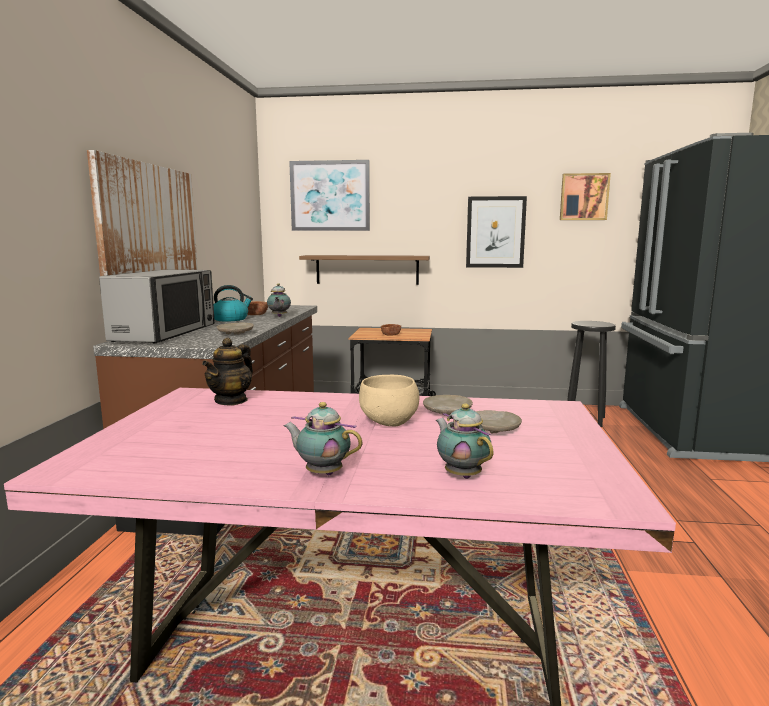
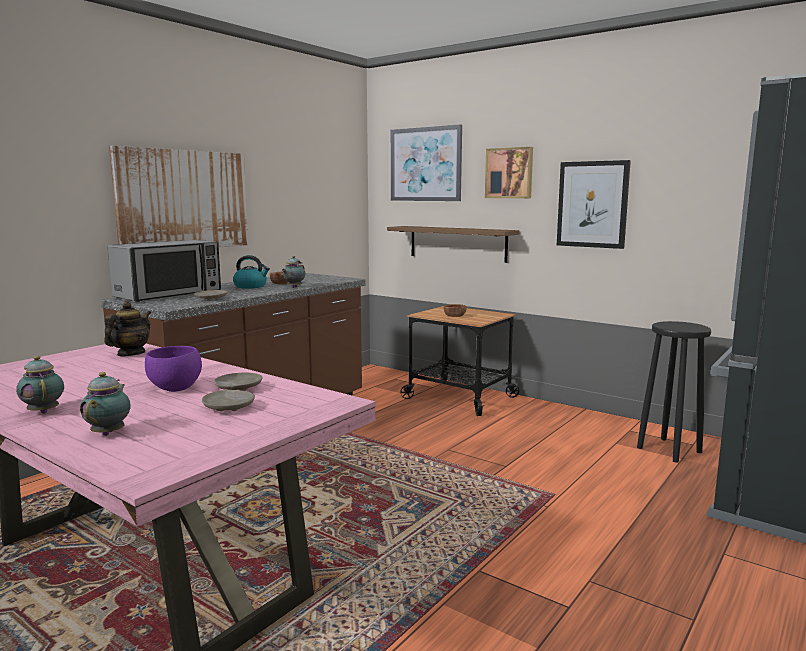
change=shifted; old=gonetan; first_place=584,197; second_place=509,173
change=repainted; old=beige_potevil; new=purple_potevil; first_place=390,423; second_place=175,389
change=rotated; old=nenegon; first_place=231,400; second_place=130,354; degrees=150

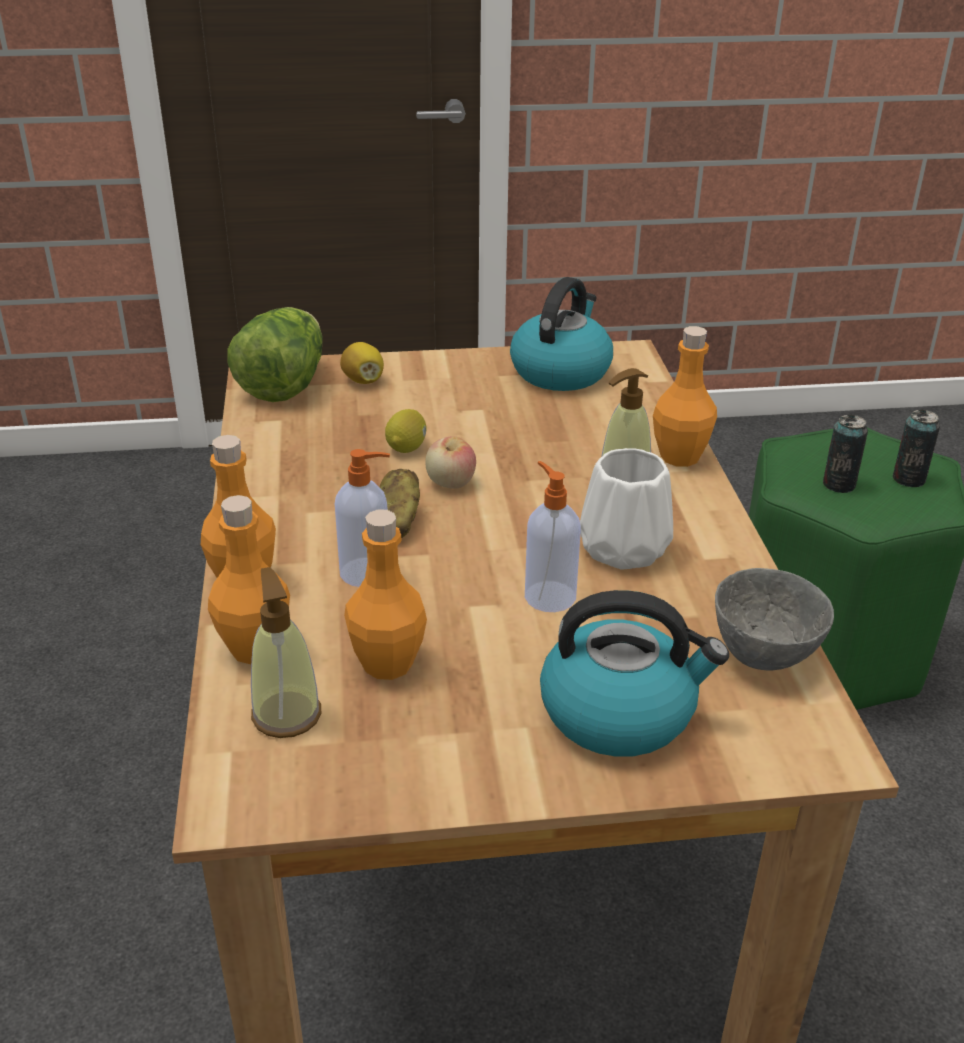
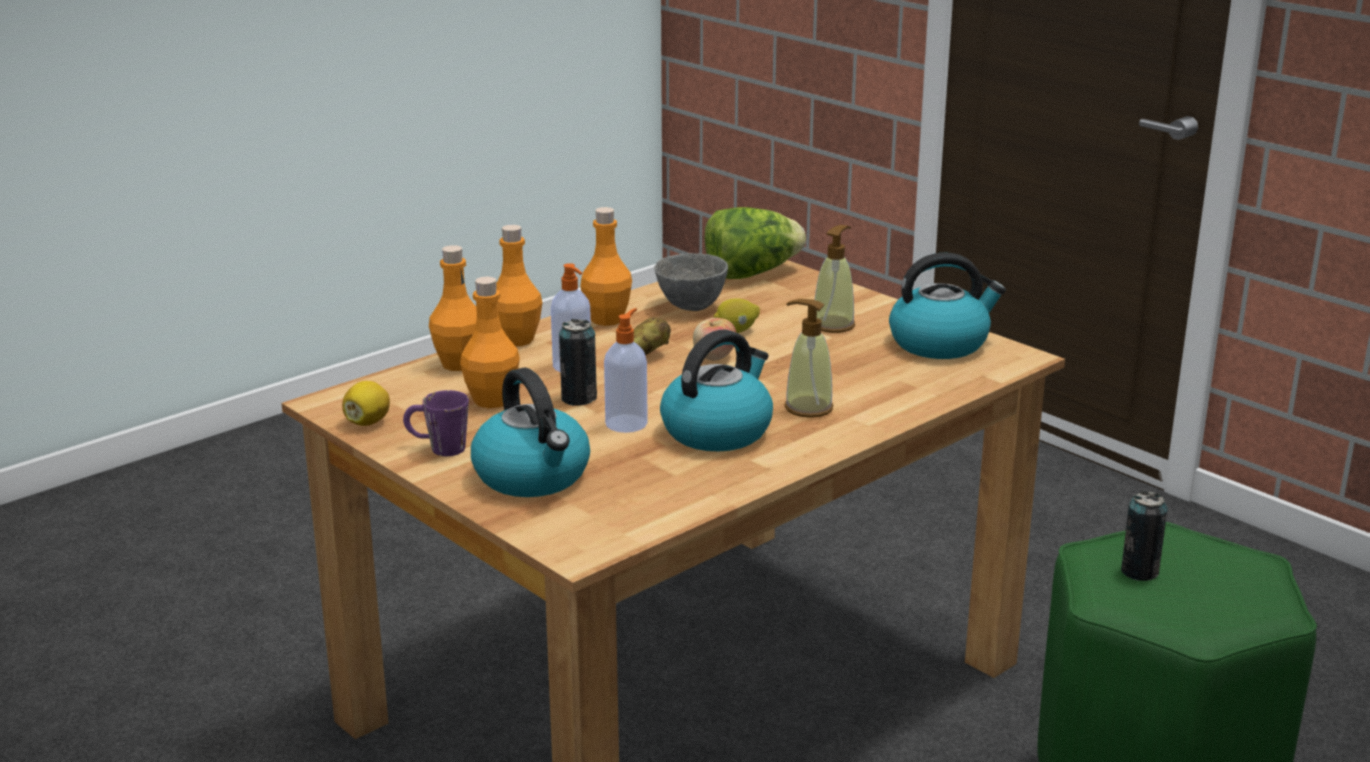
change=new; new=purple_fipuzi; second_place=437,448
change=shifted; old=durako; first_place=286,714; second_place=833,325
change=shifted; old=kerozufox; first_place=363,380; second_place=367,422
change=shifted; old=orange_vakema; first_place=680,456; second_place=607,319
change=shifted; old=grey_potevil; first_place=765,656; second_place=692,307
change=shifted; old=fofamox; first_place=908,479; second_place=579,398
change=swapped; old=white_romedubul; new=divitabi; first_place=622,550; second_place=717,431

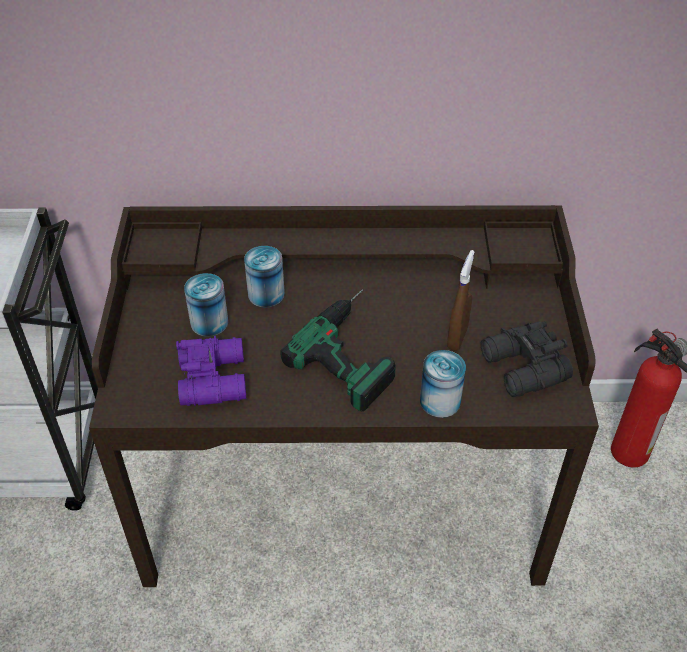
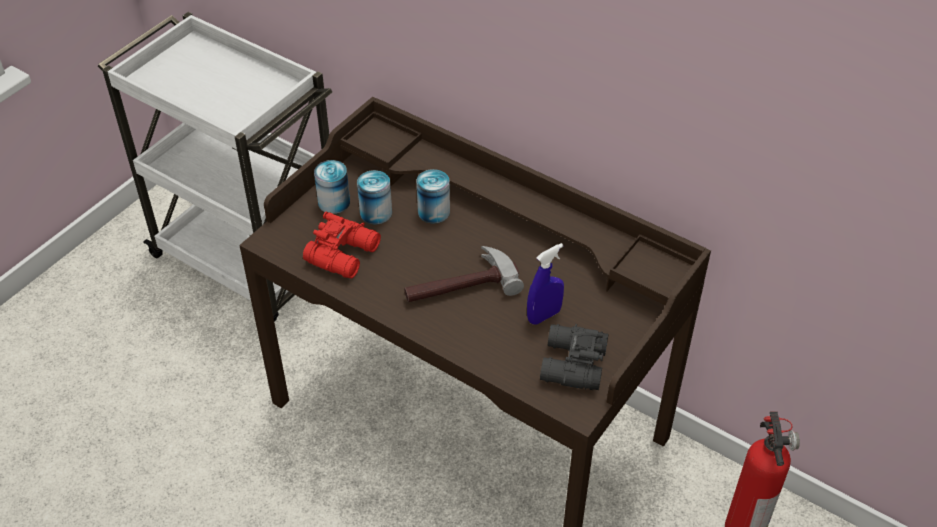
change=shifted; old=fofamox; first_place=440,401; second_place=334,202
change=swapped; old=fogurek; new=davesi; first_place=356,349; second_place=460,285
change=repainted; old=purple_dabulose; new=red_dabulose; first_place=215,378; second_place=345,254
change=repainted; old=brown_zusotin; new=blue_zusotin; first_place=457,338; second_place=544,316

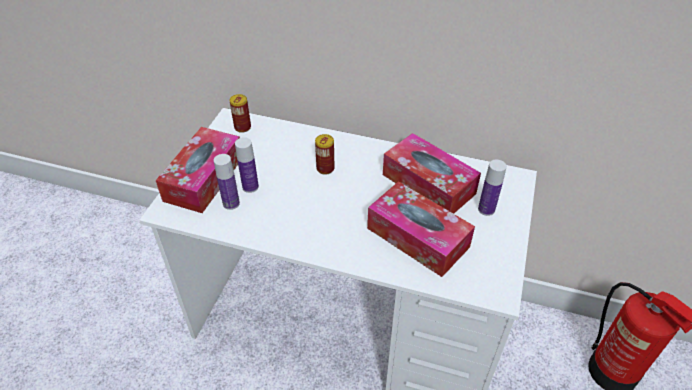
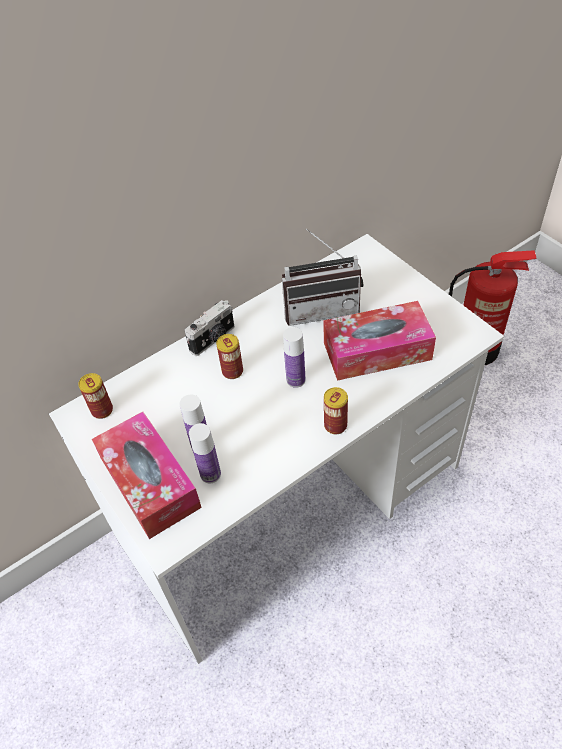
change=new; new=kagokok; second_place=213,339
change=new; new=fofamox; second_place=335,425
change=shifted; old=vakema; first_place=486,209; second_place=296,380
change=swapped; old=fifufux; new=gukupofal; first_place=428,184; second_place=321,308

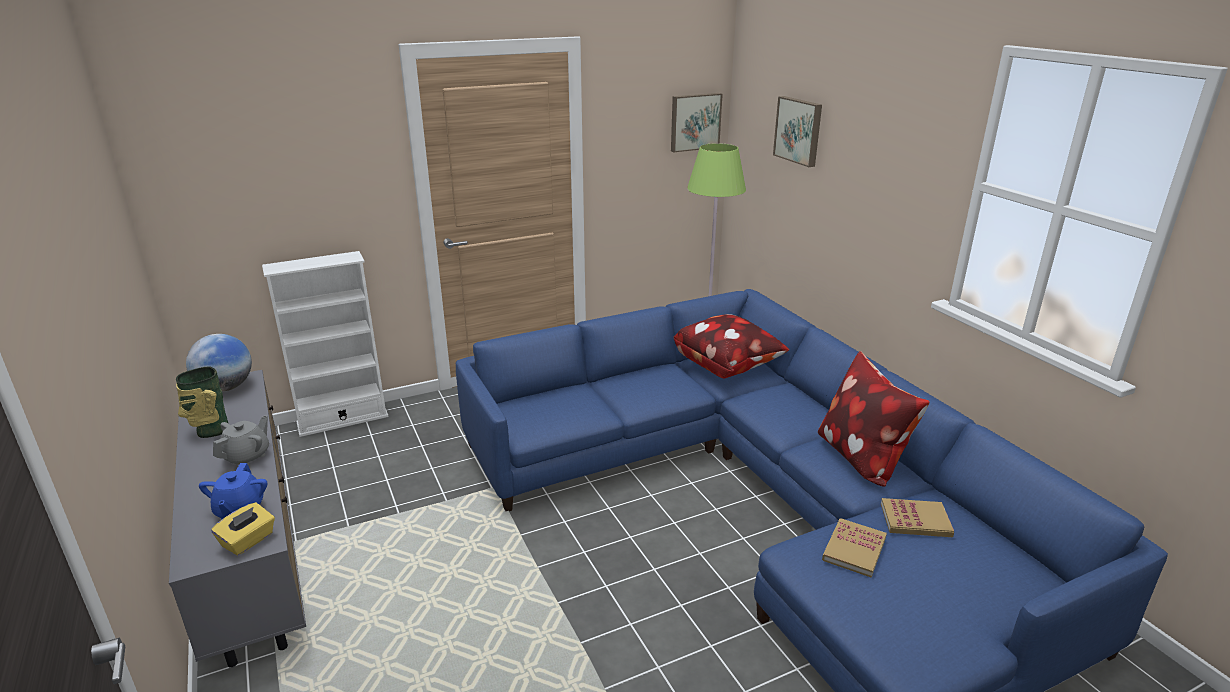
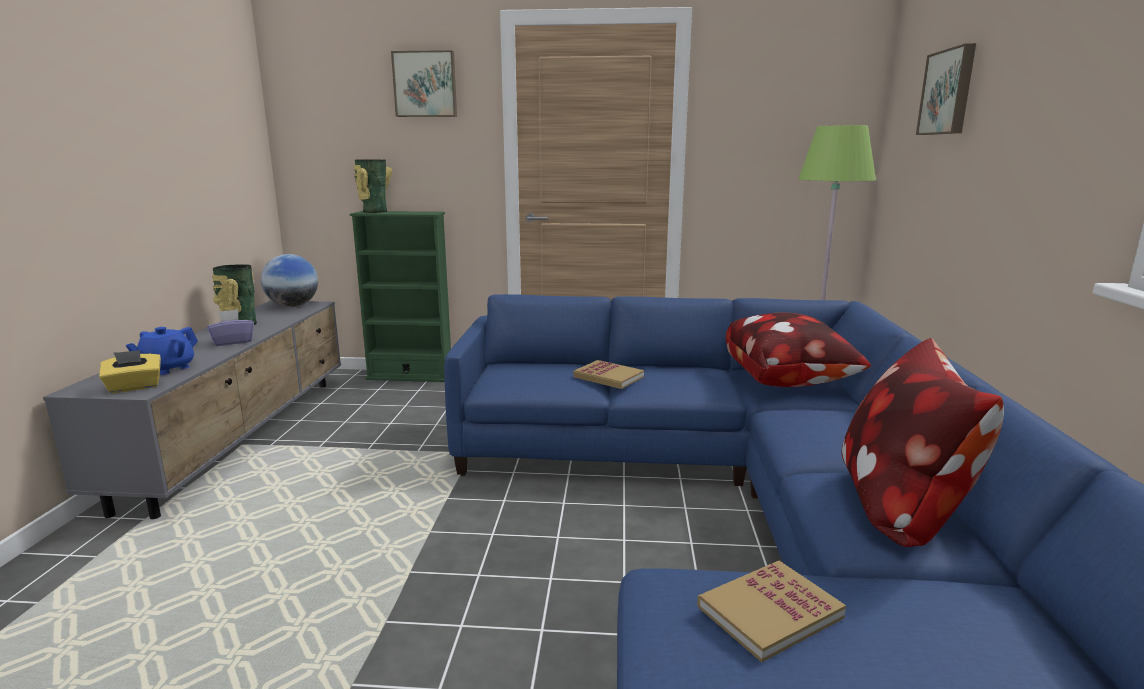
change=new; new=romedubul; second_place=373,211
change=shifted; old=gonetan; first_place=694,122; second_place=425,84
change=shifted; old=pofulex; first_place=915,520; second_place=608,377
change=swapped; old=grey_nenegon; new=purple_fifufux; first_place=247,456; second_place=233,342
change=repainted; old=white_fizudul; new=green_fizudul; first_place=342,419; second_place=410,376

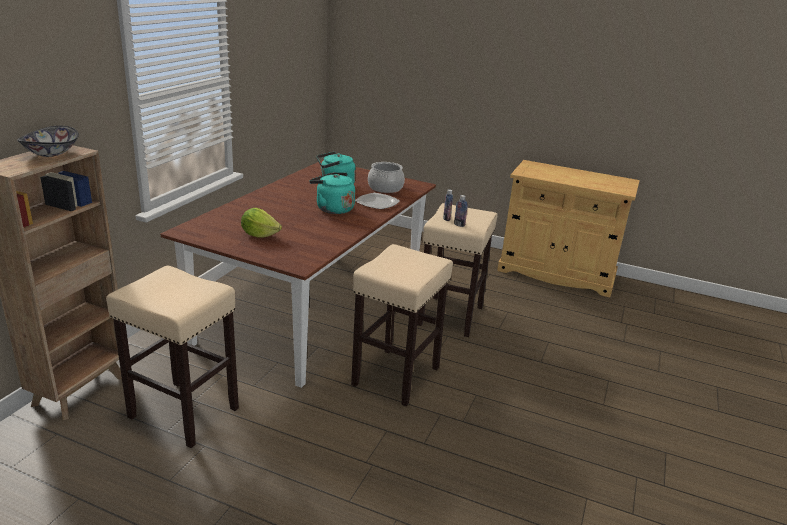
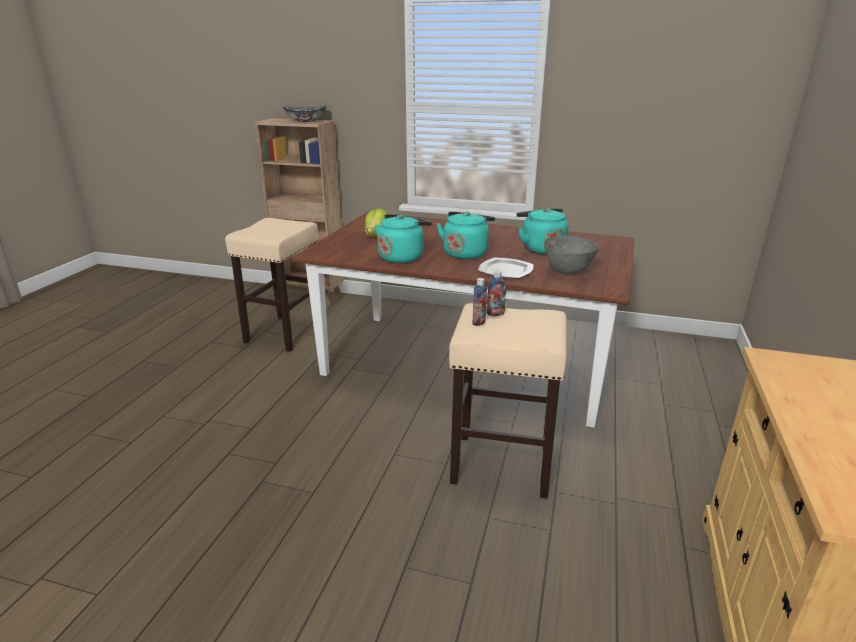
change=gone; old=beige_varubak; first_place=395,377
change=new; new=turquoise_divitabi; second_place=402,257
change=swapped; old=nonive; new=grey_potevil; first_place=385,188; second_place=567,271

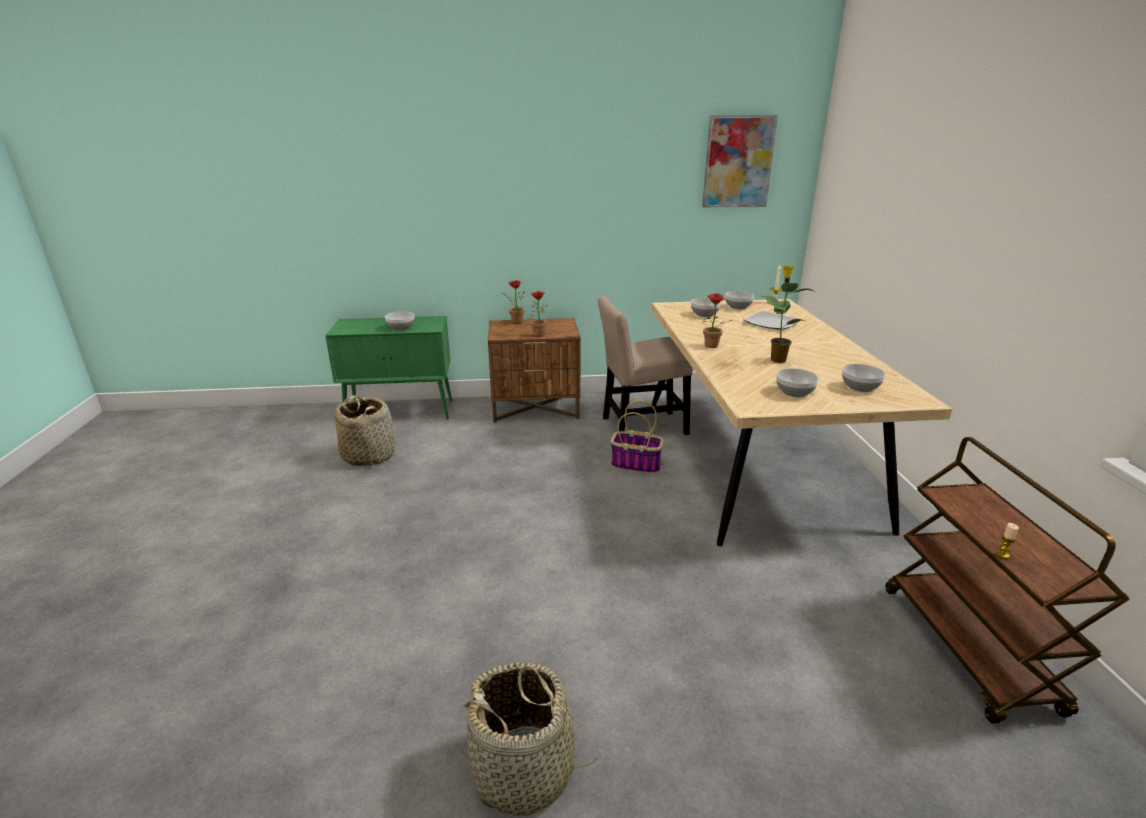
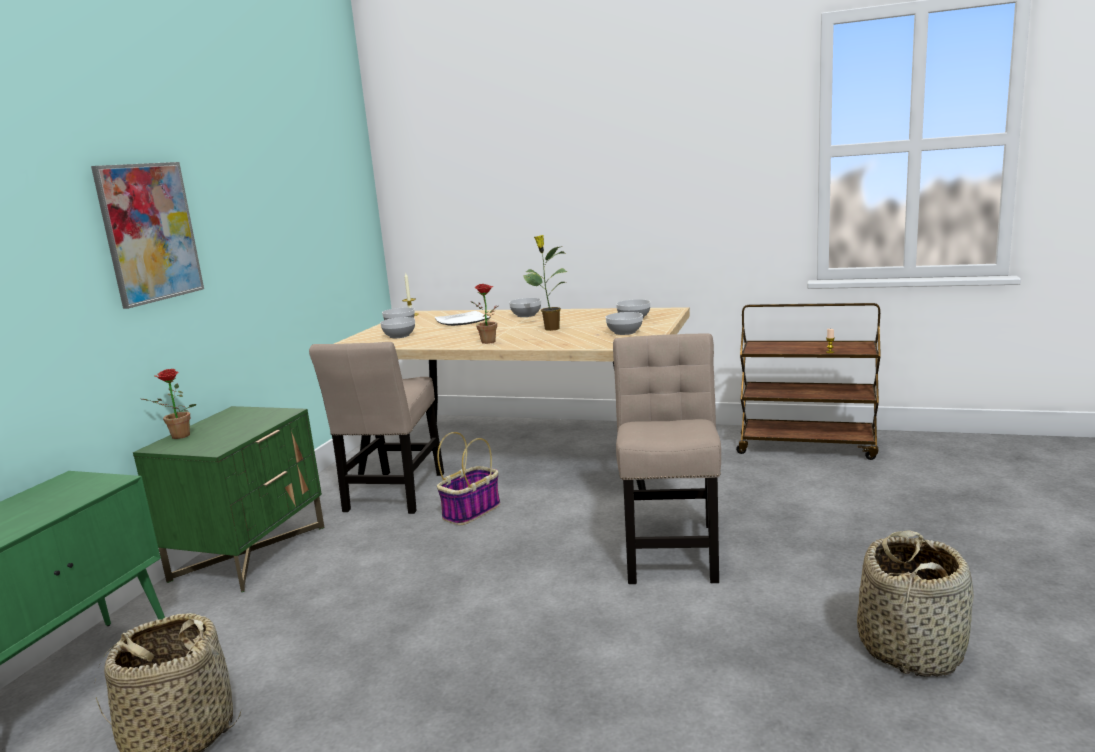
change=gone; old=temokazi; first_place=537,334
change=new; new=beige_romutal; second_place=671,548
change=shifted; old=potevil; first_place=401,328; second_place=525,315
change=shifted; old=gonetan; first_place=738,162; second_place=149,232
change=repainted; old=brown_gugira; new=green_gugira; first_place=536,408; second_place=250,552

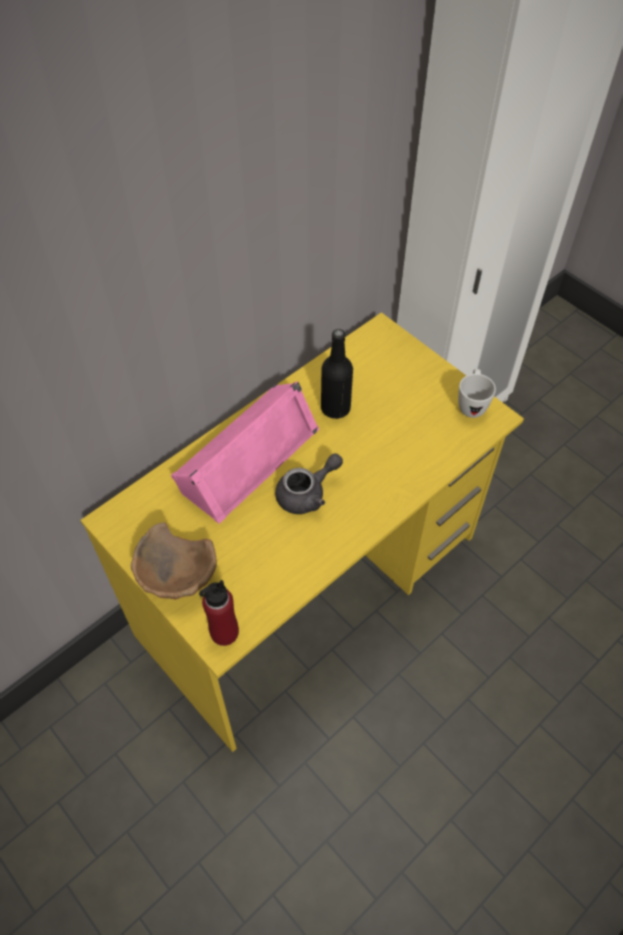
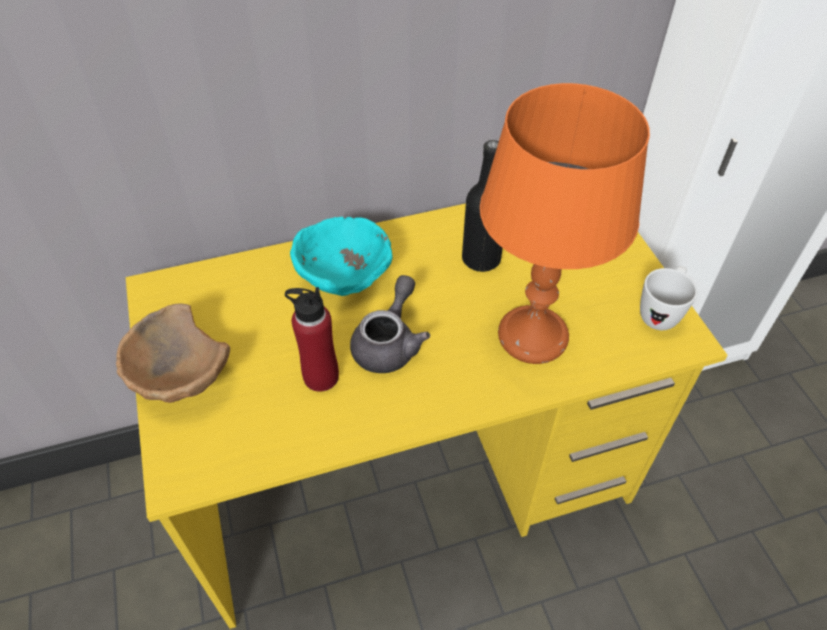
change=new; new=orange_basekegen; second_place=532,335
change=shifted; old=red_vakema; first_place=224,632; second_place=320,376
change=swapped; old=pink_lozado; new=turquoise_potevil; first_place=246,456; second_place=344,276
change=rotated; old=grey_nenegon; first_place=307,494; second_place=389,343; degrees=-60

